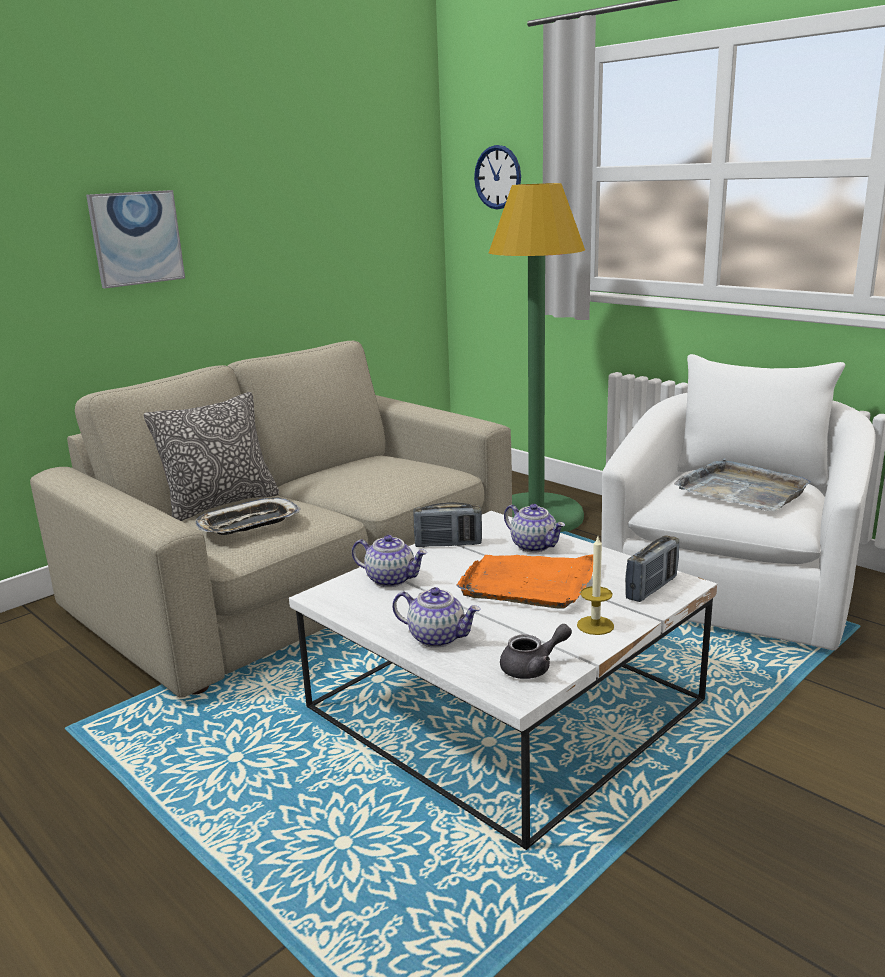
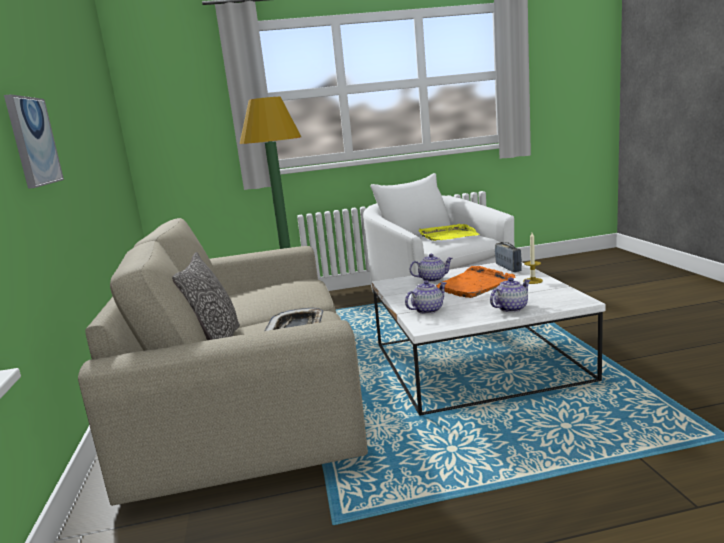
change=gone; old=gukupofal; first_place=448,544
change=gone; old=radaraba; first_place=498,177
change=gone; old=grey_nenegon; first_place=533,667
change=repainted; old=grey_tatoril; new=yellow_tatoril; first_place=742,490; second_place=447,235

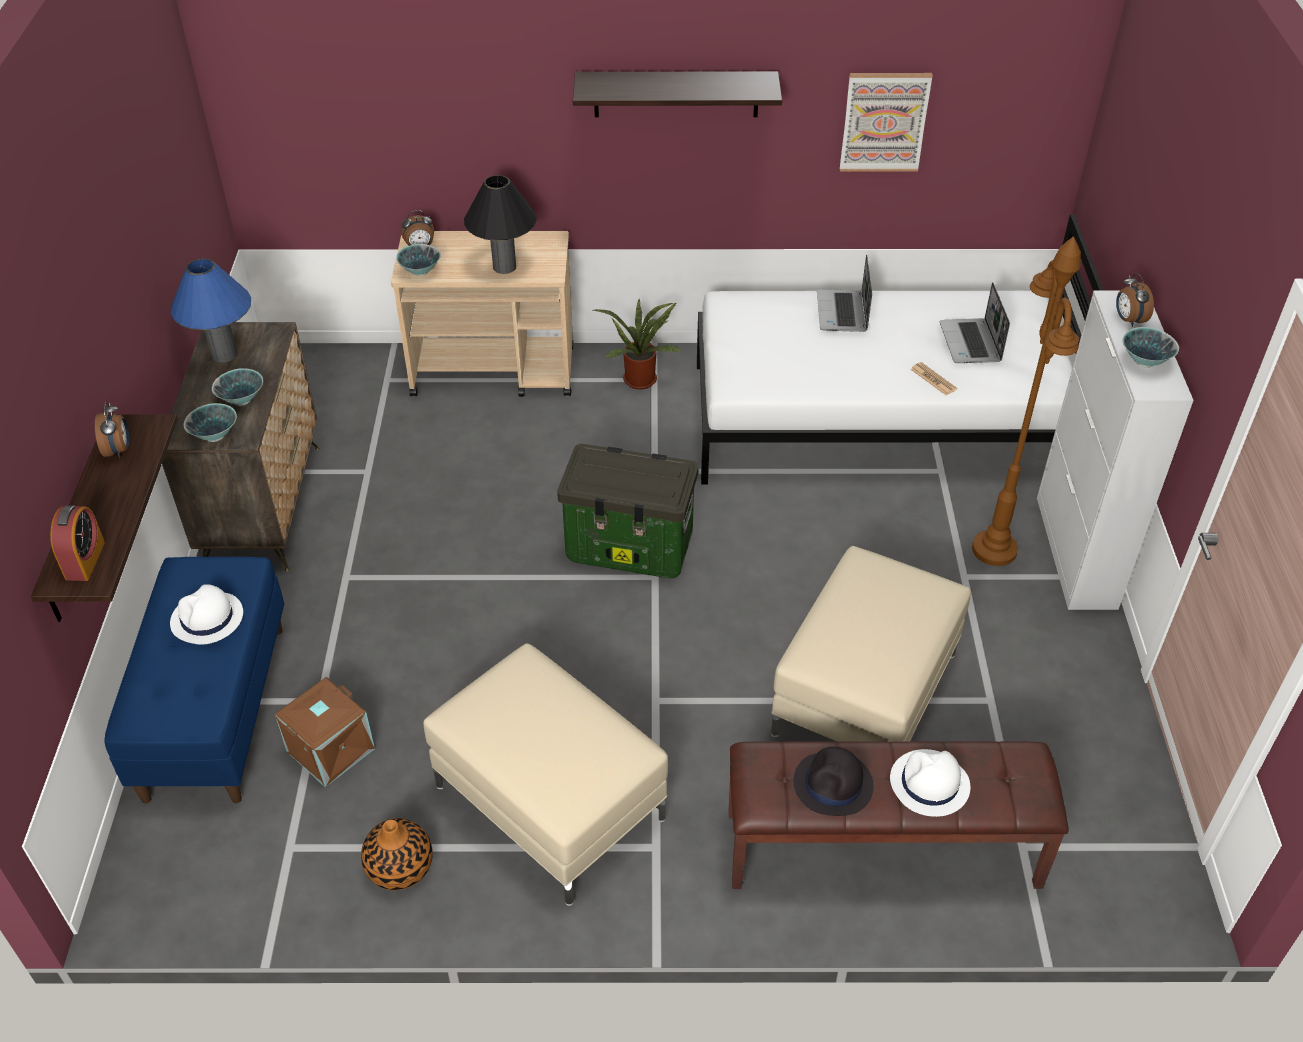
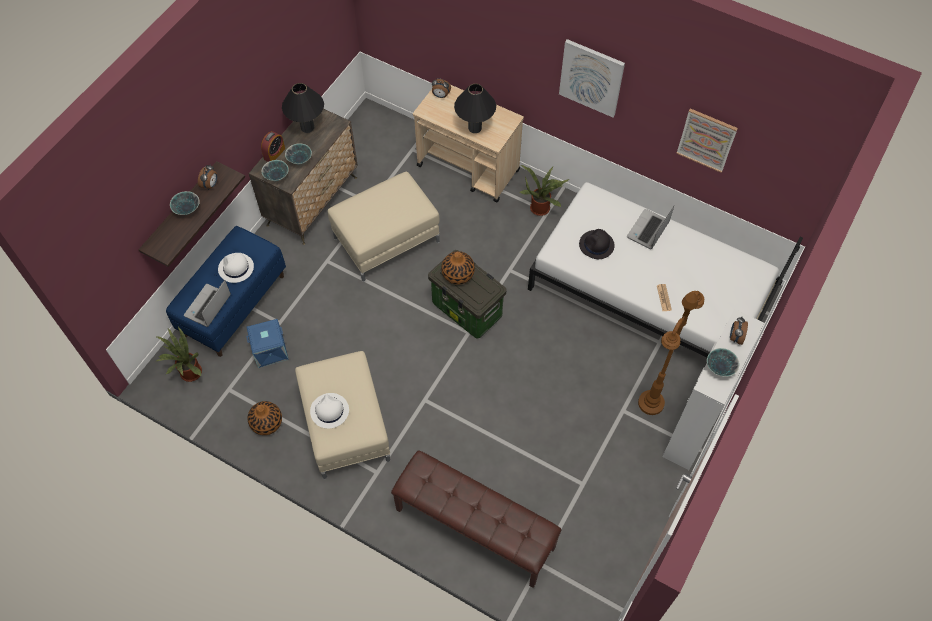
change=new; new=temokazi; second_place=188,373
change=new; new=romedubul; second_place=458,274
change=shifted; old=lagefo; first_place=85,560; second_place=274,154
change=shifted; old=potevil; first_place=420,272; second_place=187,210
change=shifted; old=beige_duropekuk; first_place=866,695; second_place=386,241
change=shifted; old=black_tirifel; first_place=833,785; second_place=596,245
change=shifted; old=white_tirifel; first_place=929,784; second_place=329,411
change=shifted; old=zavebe; first_place=971,343; second_place=208,306
change=swapped; old=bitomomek; new=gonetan; first_place=676,94; second_place=591,77
change=repainted; old=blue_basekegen; new=black_basekegen; first_place=224,354; second_place=307,127
change=repainted; old=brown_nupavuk; new=blue_nupavuk; first_place=331,751; second_place=270,351

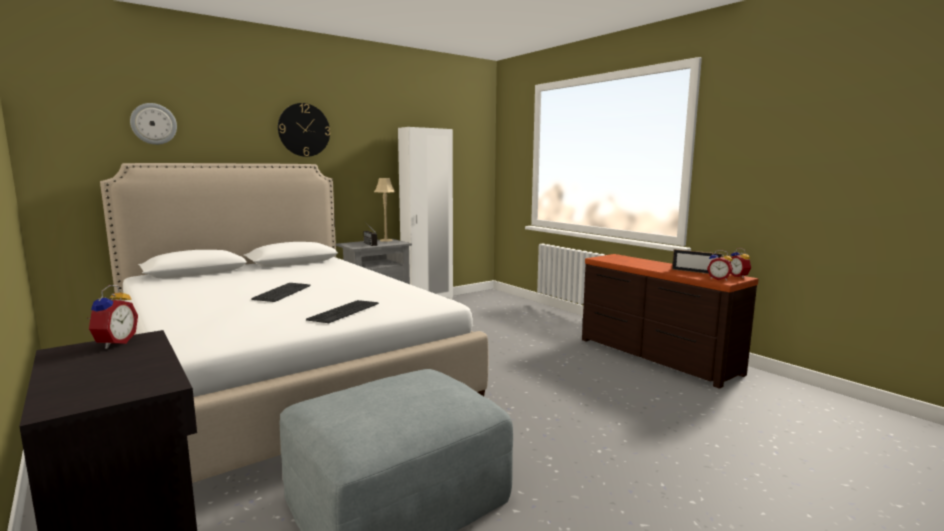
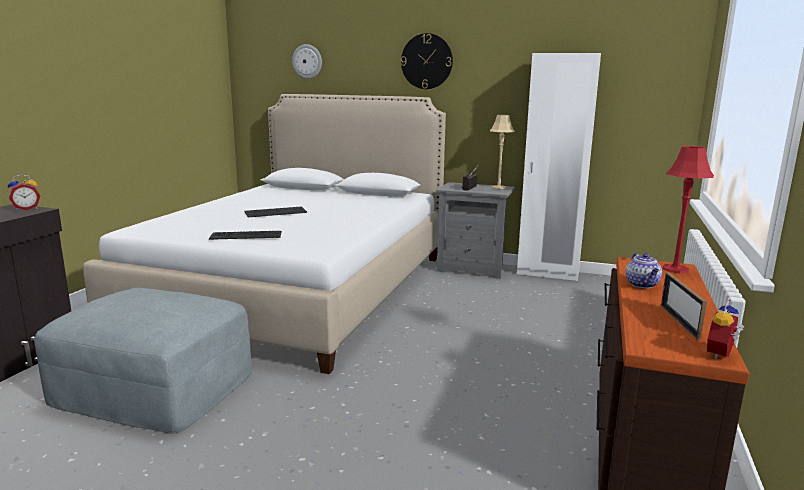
change=gone; old=lagefo; first_place=719,279
change=new; new=nenegon; second_place=642,285
change=new; new=red_basekegen; second_place=675,269

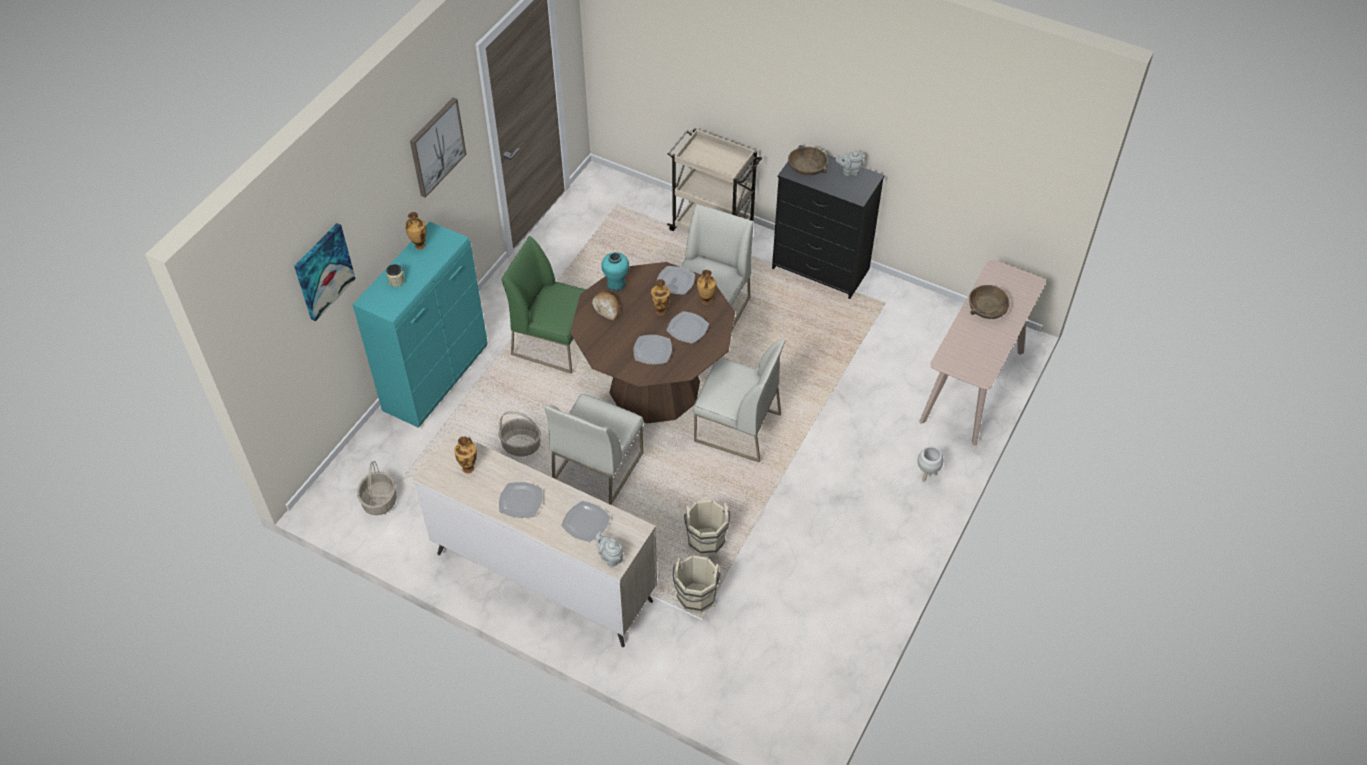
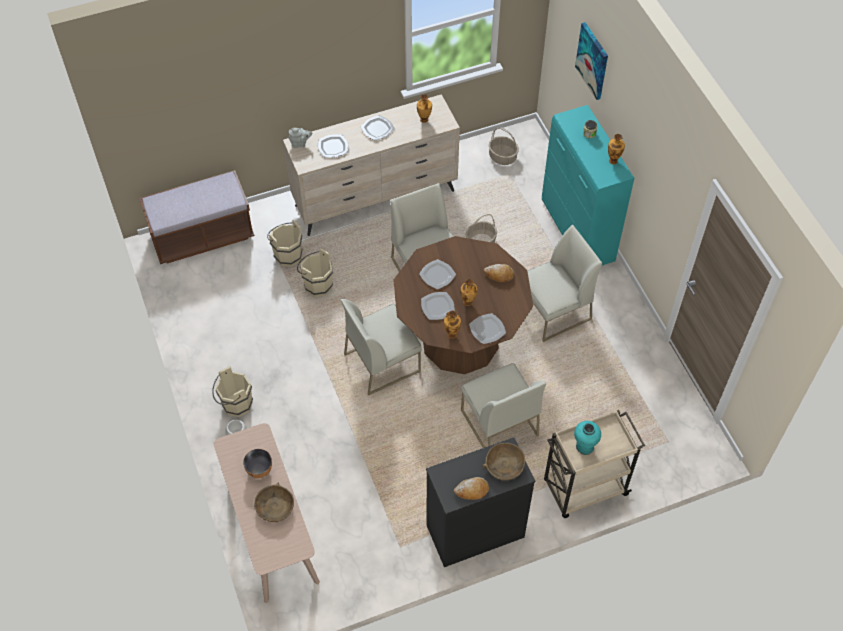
change=gone; old=gonetan; first_place=436,147
change=new; new=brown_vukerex; second_place=202,236
change=new; new=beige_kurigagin; second_place=235,405
change=new; new=potevil; second_place=259,470
change=shifted; old=turquoise_romedubul; first_place=616,284; second_place=584,446
change=swapped; old=grey_nenegon; new=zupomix; first_place=849,171; second_place=472,490
change=repainted; old=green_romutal; new=white_romutal; first_place=555,342; second_place=553,312

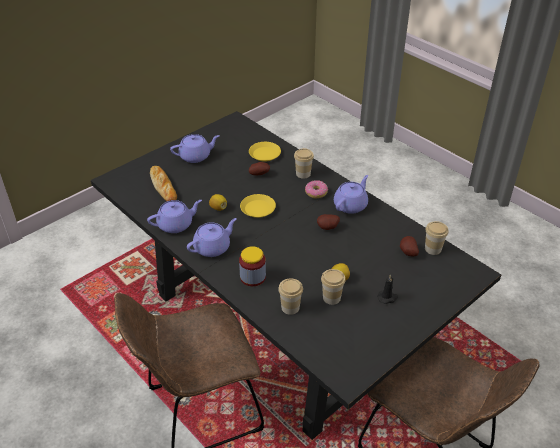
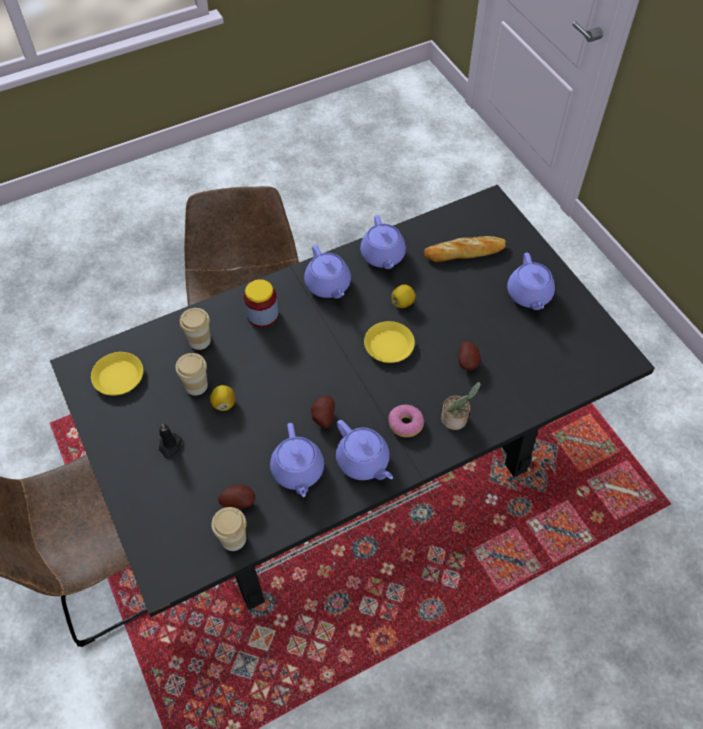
change=new; new=purple_nenegon; second_place=298,471
change=shifted; old=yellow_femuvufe; first_place=264,154; second_place=118,376
change=swapped; old=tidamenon; new=temokazi; first_place=303,174; second_place=456,419

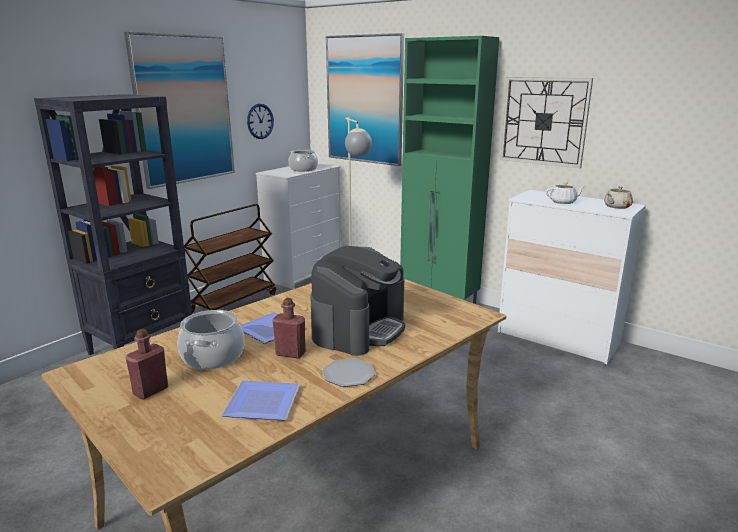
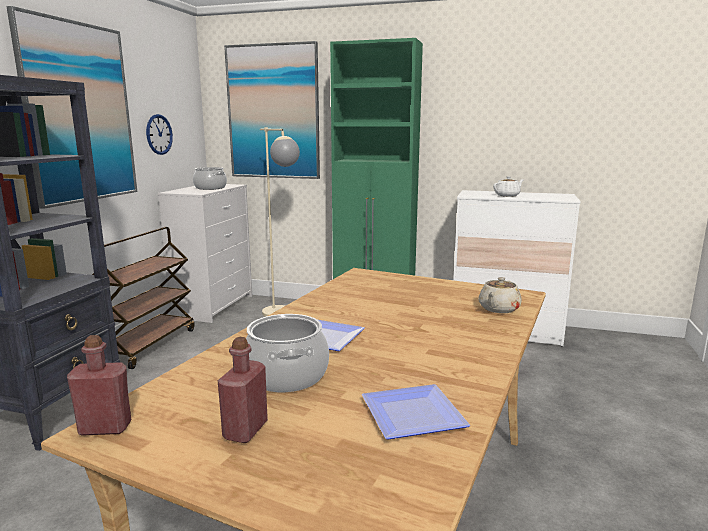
change=gone; old=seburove; first_place=359,328
change=gone; old=femuvufe; first_place=348,374
change=gone; old=radaraba; first_place=544,121
change=shifted; old=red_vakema; first_place=290,353; second_place=105,428
change=shifted; old=beige_nenegon; first_place=616,207; second_place=498,309

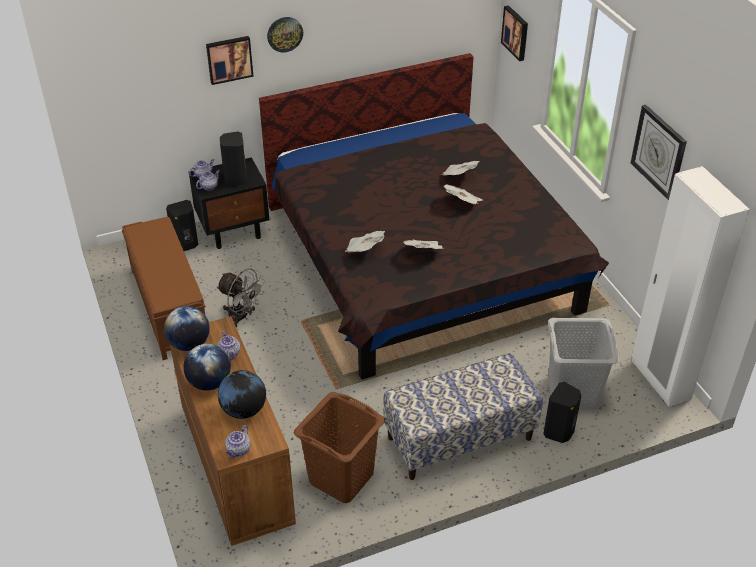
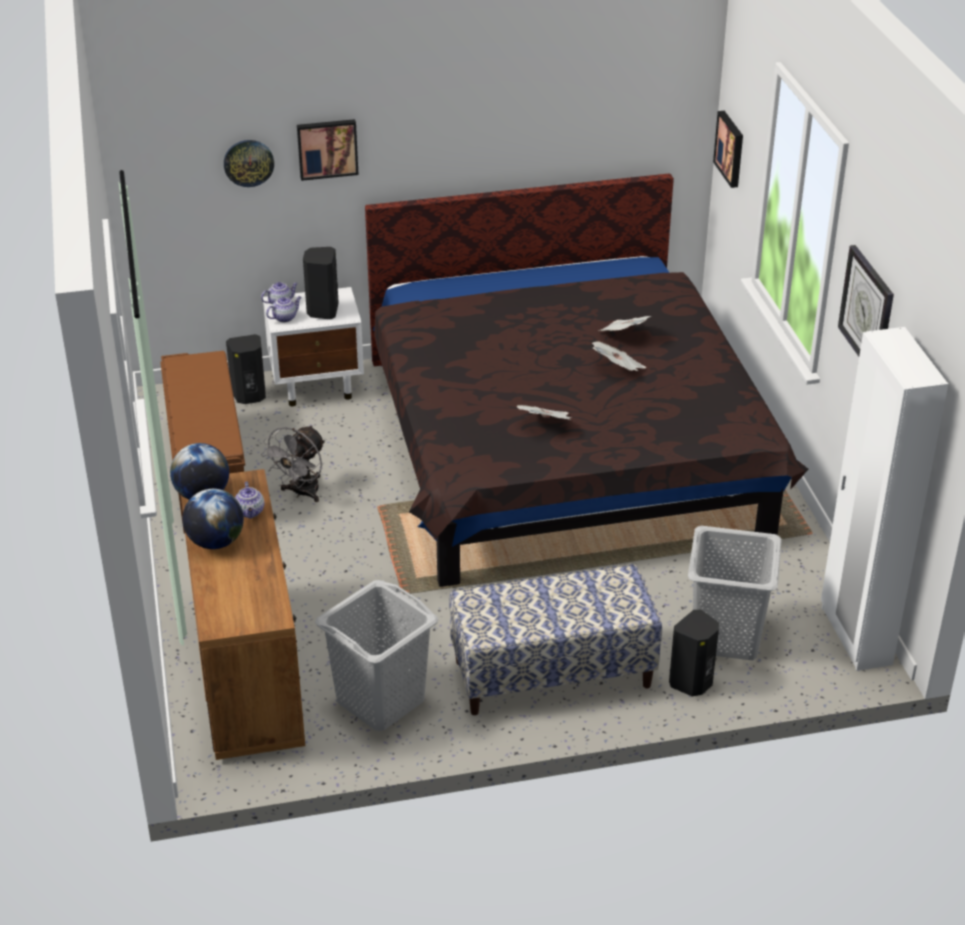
change=gone; old=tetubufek; first_place=244,410
change=gone; old=nenegon; first_place=238,450
change=gone; old=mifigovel; first_place=364,250
change=shifted; old=radaraba; first_place=284,34; second_place=248,162
change=repainted; old=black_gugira; new=white_gugira; first_place=234,230; second_place=318,386
change=repainted; old=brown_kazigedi; new=grey_kazigedi; first_place=340,478; second_place=379,701
change=rotated; old=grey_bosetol; first_place=242,317; second_place=301,493; degrees=75

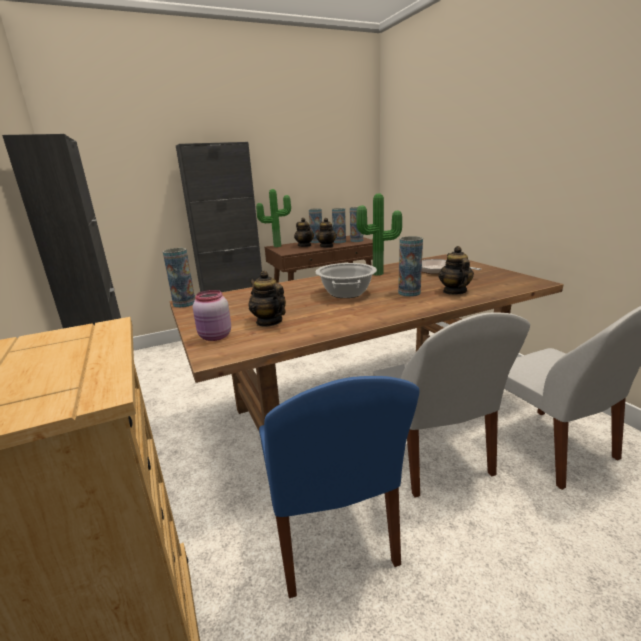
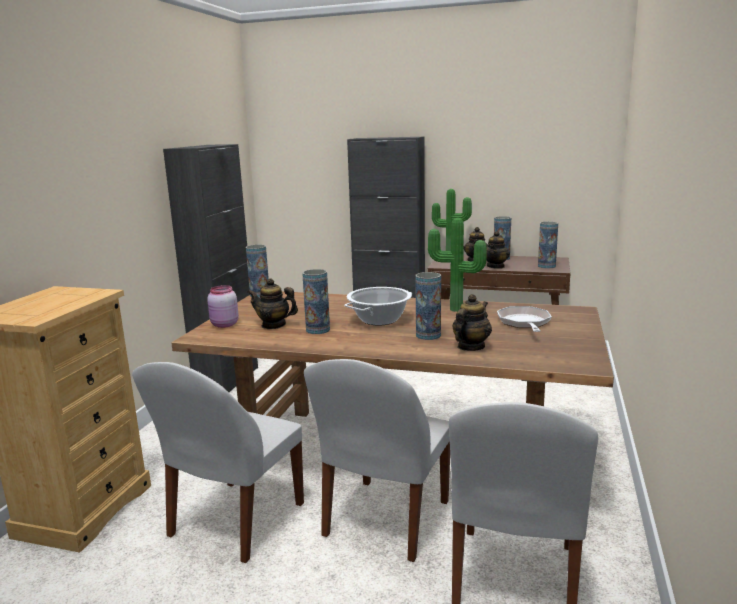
change=shifted; old=romedubul; first_place=339,242; second_place=318,330
change=repainted; old=blue_romutal; new=white_romutal; first_place=331,535; second_place=234,522
change=rotated; old=nenegon; first_place=269,322; second_place=274,325; degrees=-75

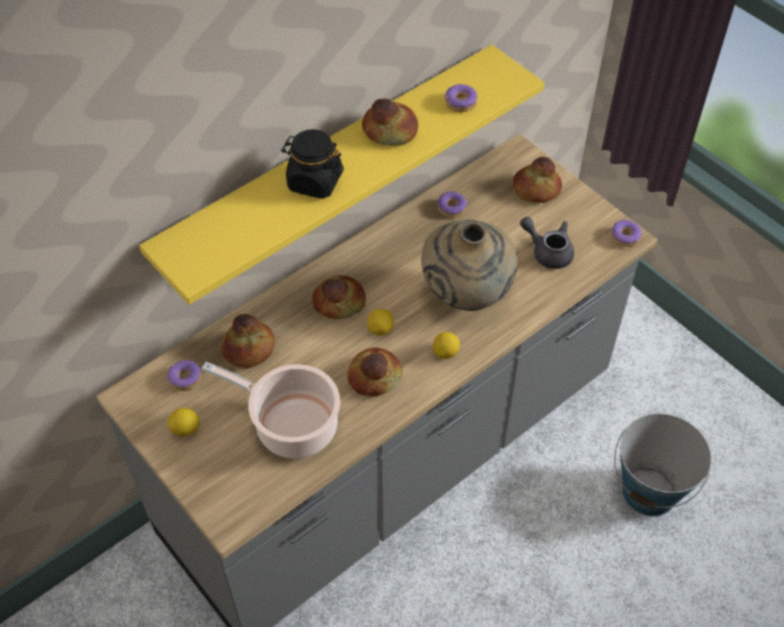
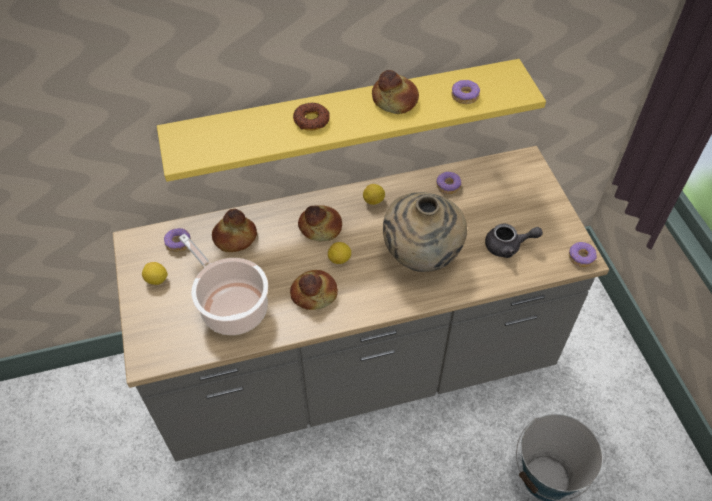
change=gone; old=zupomix; first_place=536,189
change=shifted; old=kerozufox; first_place=446,353; second_place=373,201
change=swapped; old=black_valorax; new=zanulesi; first_place=314,182; second_place=311,120
change=rotated; old=grey_nenegon; first_place=548,251; second_place=508,246; degrees=120

